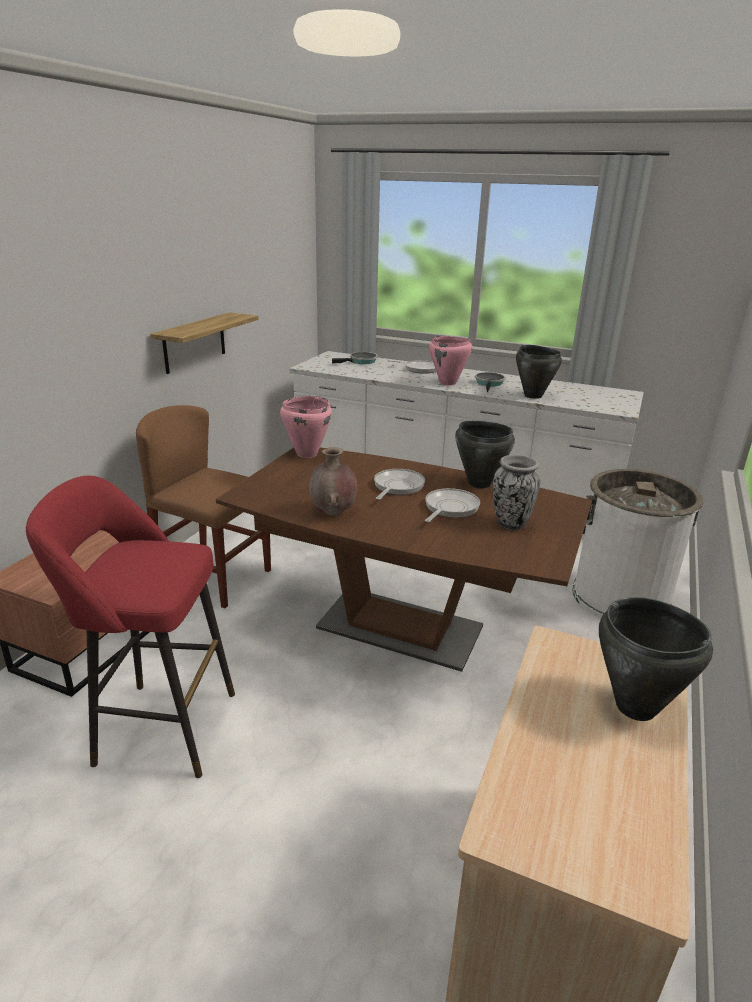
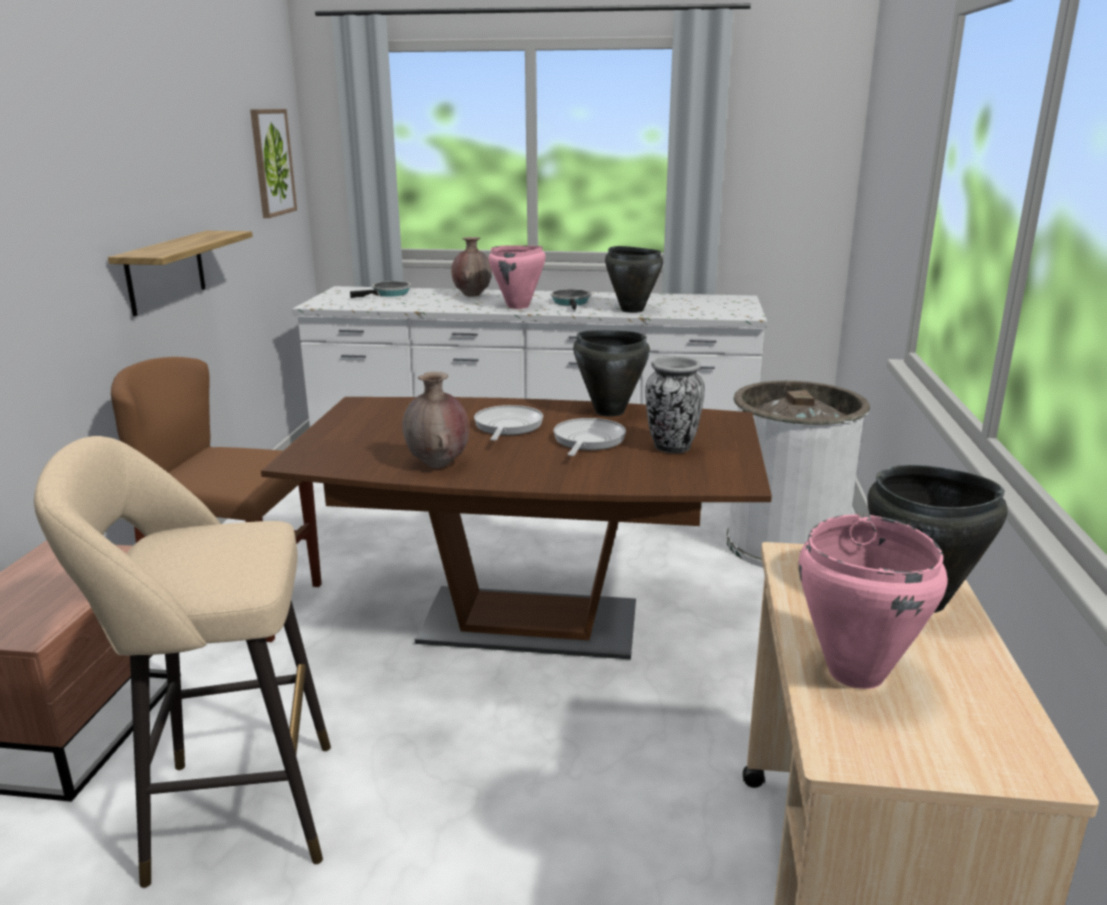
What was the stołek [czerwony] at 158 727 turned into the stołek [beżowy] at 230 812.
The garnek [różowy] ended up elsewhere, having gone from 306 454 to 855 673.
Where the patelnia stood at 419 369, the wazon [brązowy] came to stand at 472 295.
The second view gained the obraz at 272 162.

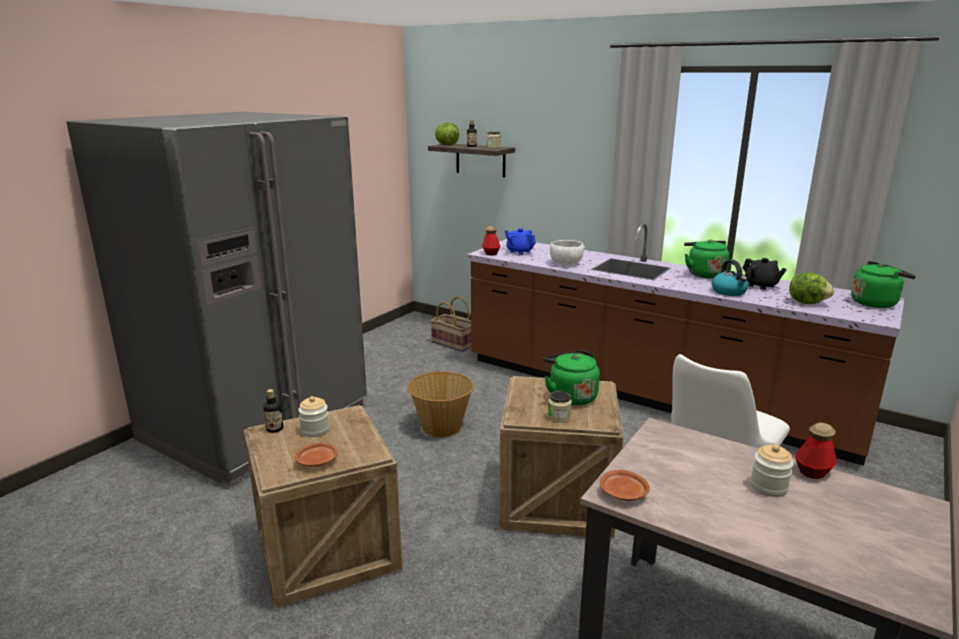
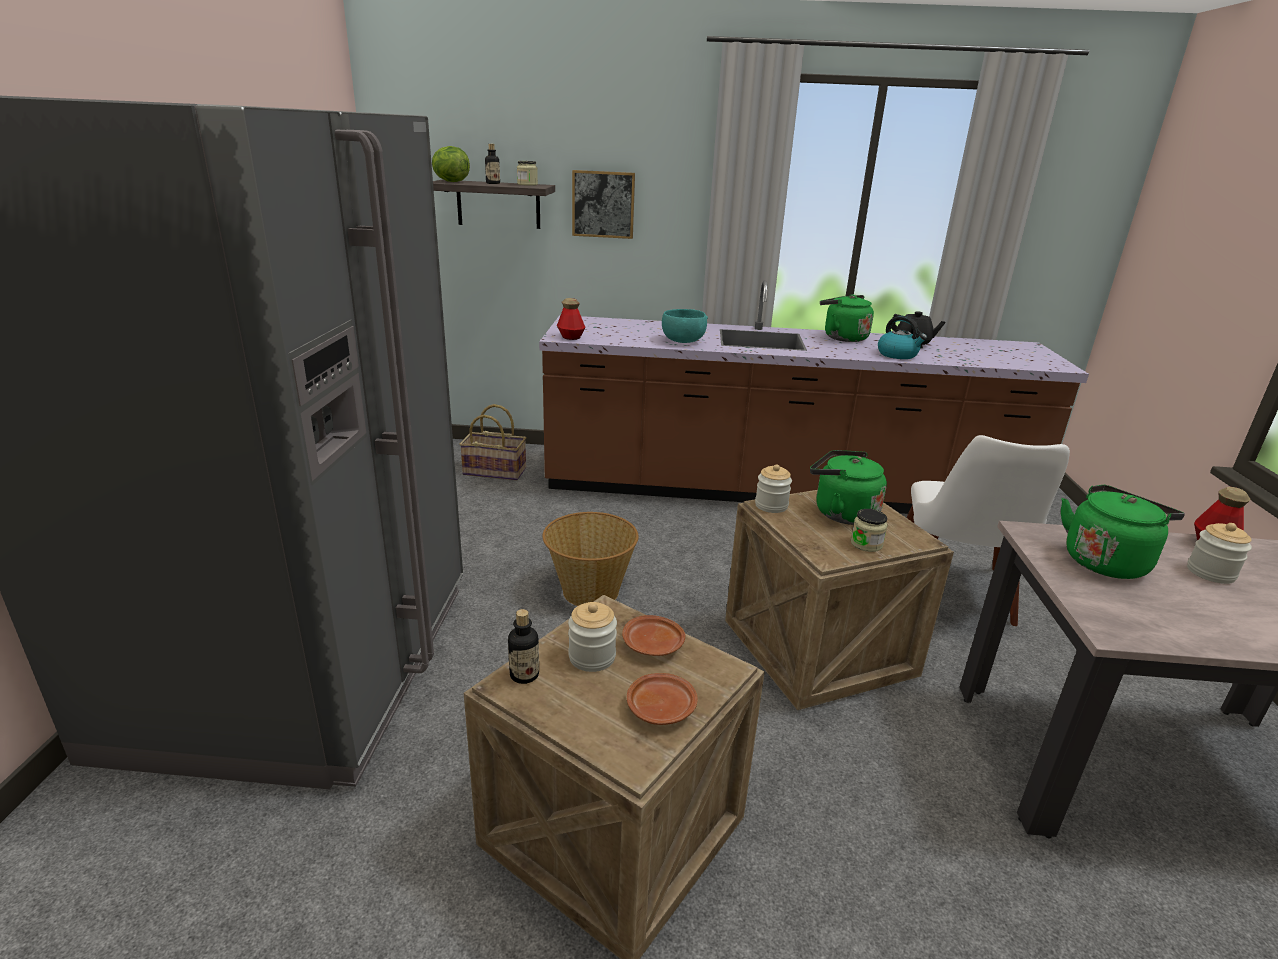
The second view lost the imbryk [niebieski] at 519 251.
What was the miska [biały] at 566 264 turned into the miska [turkusowy] at 683 341.
The talerz [brązowy] ended up elsewhere, having gone from 623 493 to 653 645.
The second view lost the sałata at 807 302.
The czajnik [zielony] ended up elsewhere, having gone from 875 303 to 1106 561.
The second view gained the obraz at 603 204.
The second view gained the słoik at 771 505.

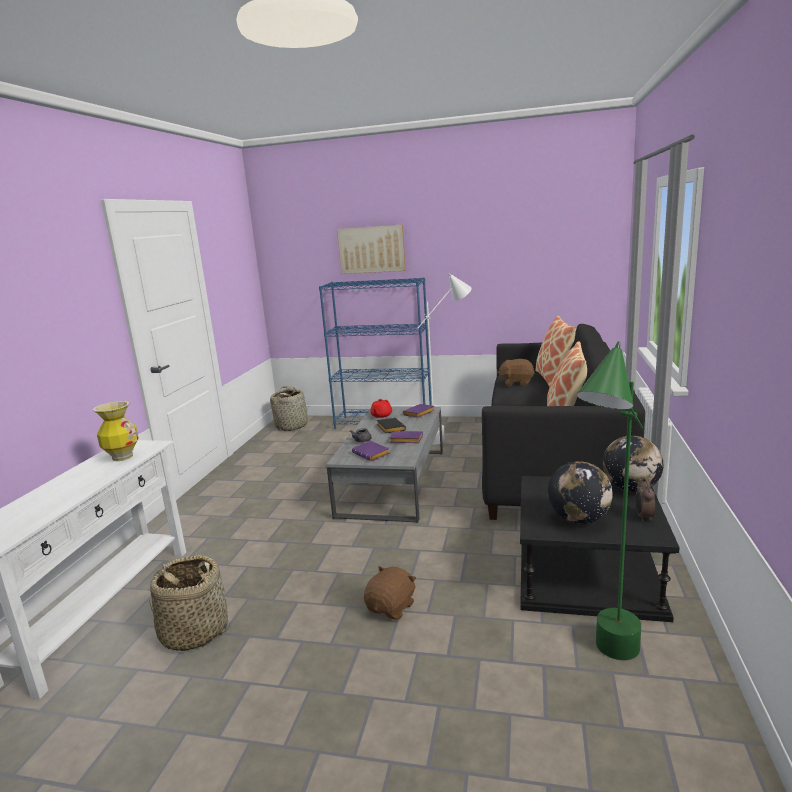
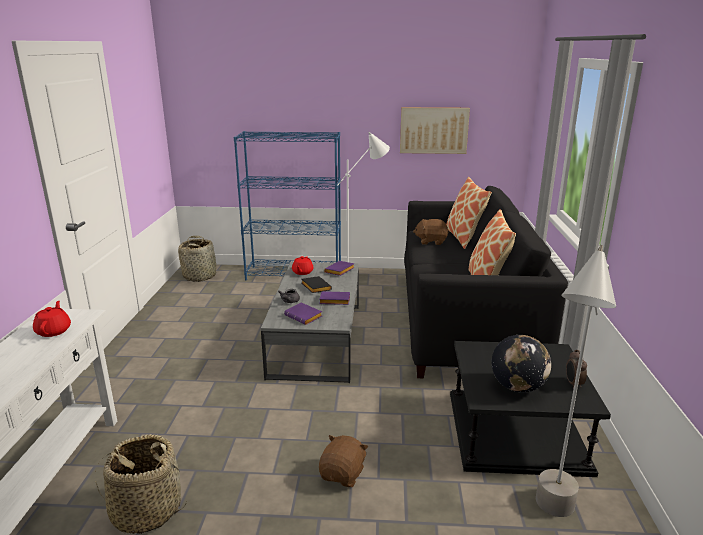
Where the wazon stood at 122 457, the imbryk [czerwony] came to stand at 54 331.
The obraz ended up elsewhere, having gone from 371 249 to 433 130.
What was the lampa stojąca [zielony] at 607 667 turned into the lampa stojąca [szary] at 550 525.
The second view lost the globus at 631 489.

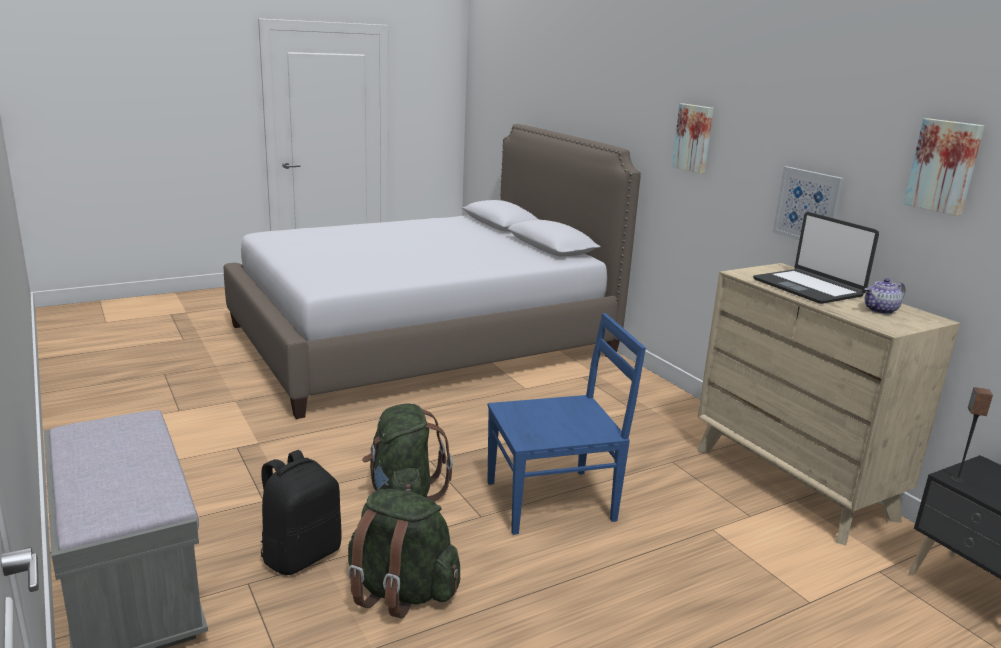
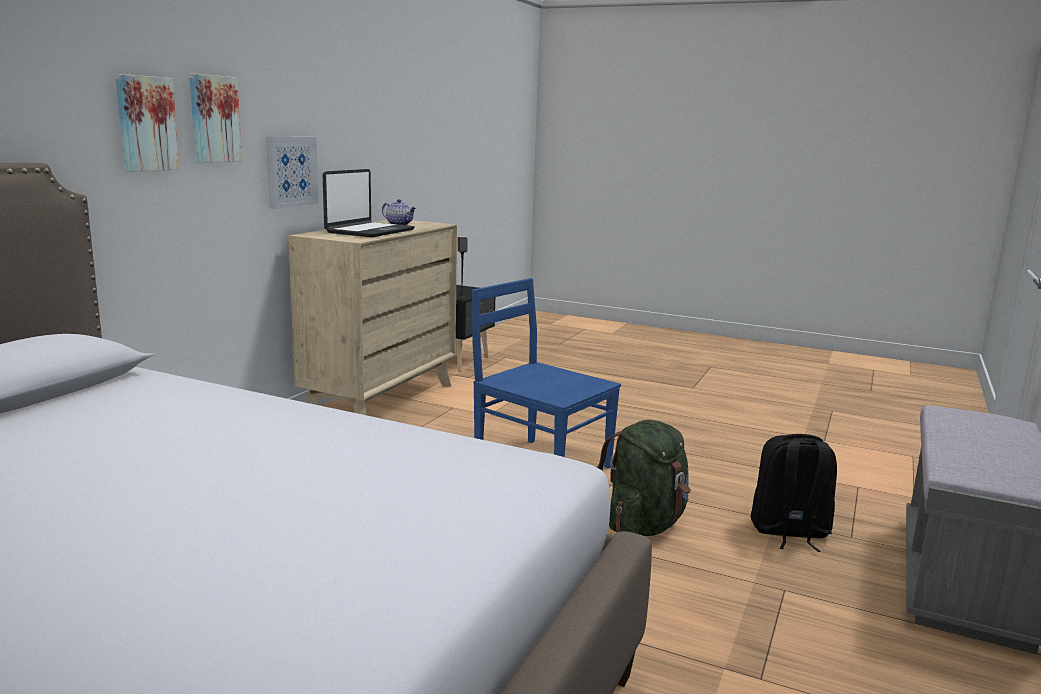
The second view lost the plecak [zielony] at 400 592.
The obraz ended up elsewhere, having gone from 944 166 to 213 119.

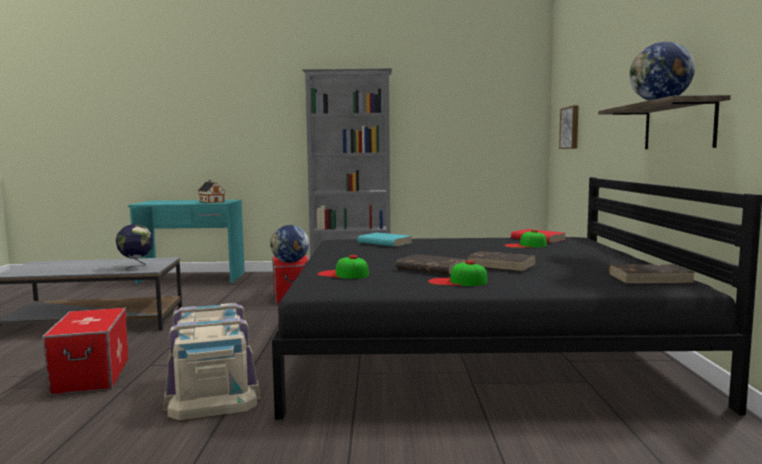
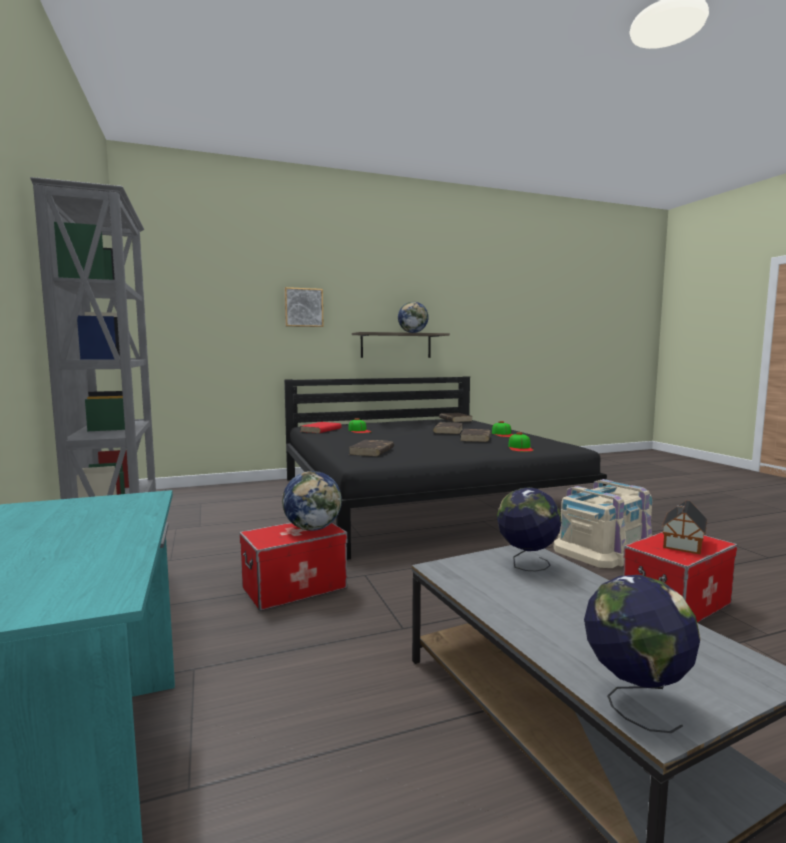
The domek ended up elsewhere, having gone from 211 201 to 682 544.
What was the książka [turkusowy] at 384 243 turned into the książka [brązowy] at 372 451.
The obraz ended up elsewhere, having gone from 570 128 to 303 307.
The second view gained the globus at 634 702.

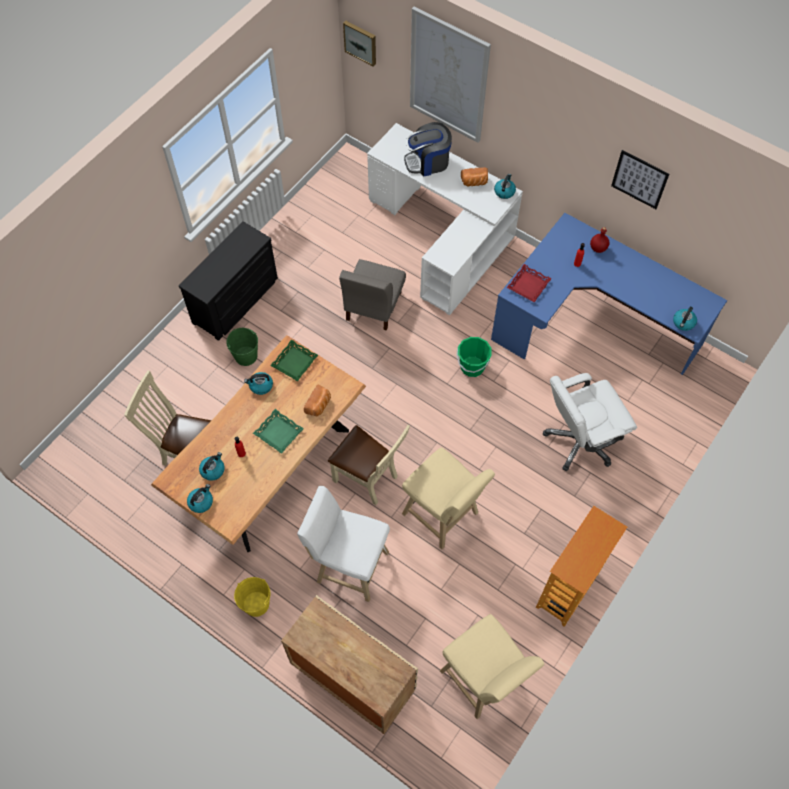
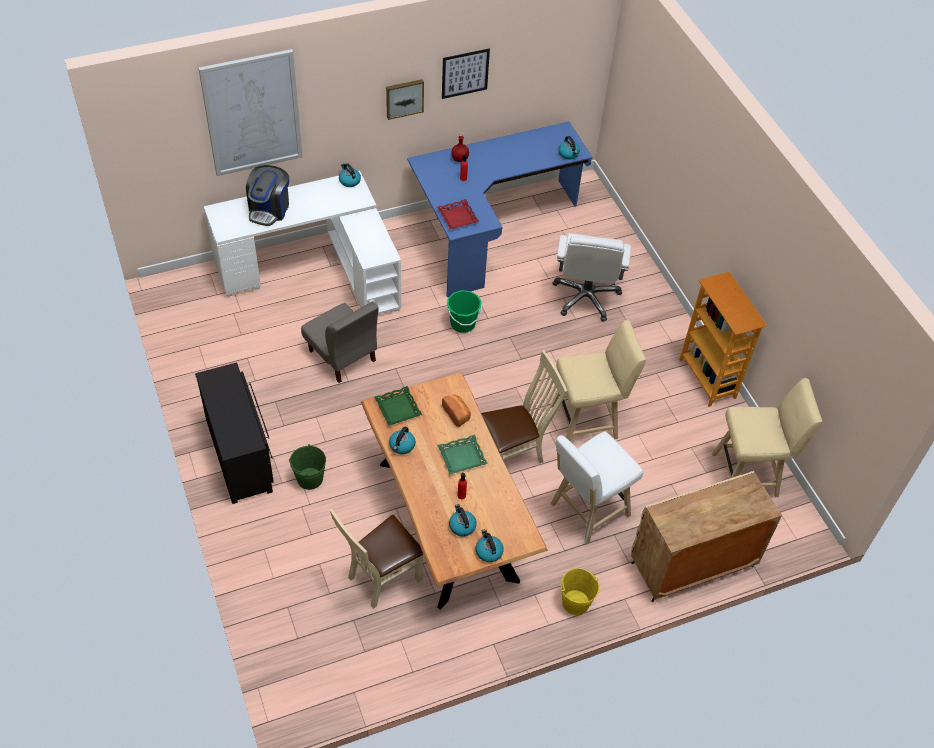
The obraz ended up elsewhere, having gone from 361 42 to 404 98.
The second view lost the chleb at 474 182.

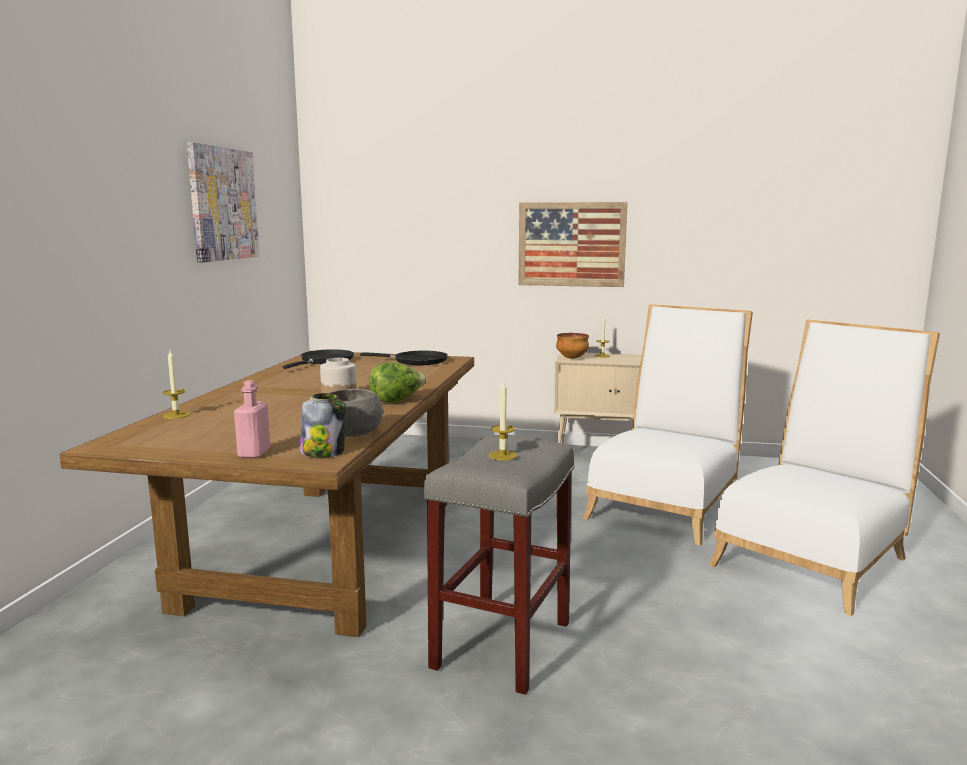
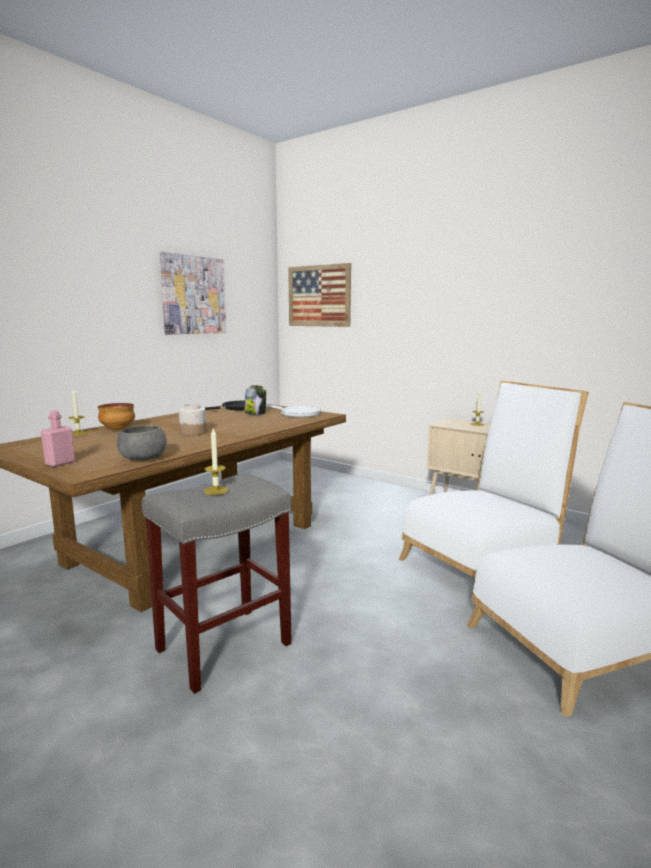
The słoik ended up elsewhere, having gone from 323 452 to 255 413.
What was the patelnia [czarny] at 416 361 turned into the patelnia [biały] at 297 414.
The second view lost the sałata at 397 401.
The obraz ended up elsewhere, having gone from 571 244 to 319 296.
The miska ended up elsewhere, having gone from 572 358 to 117 430.

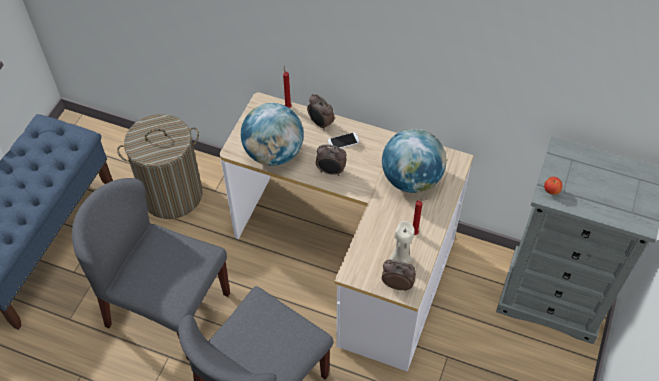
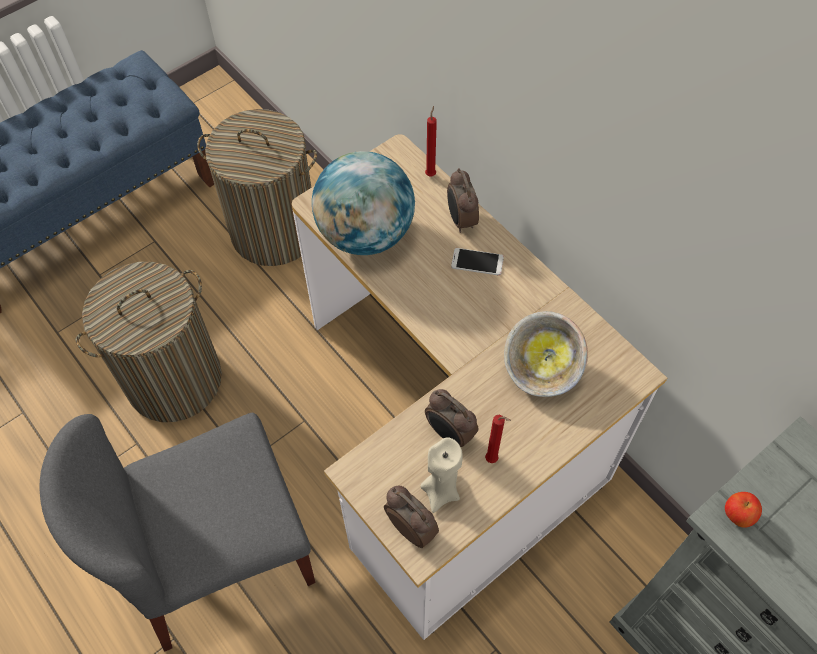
Where the krzesło [szary] stood at 167 309, the kosz na pranie came to stand at 174 379.
The budzik ended up elsewhere, having gone from 331 171 to 449 433.
Where the globus stood at 411 179, the miska came to stand at 542 370.

